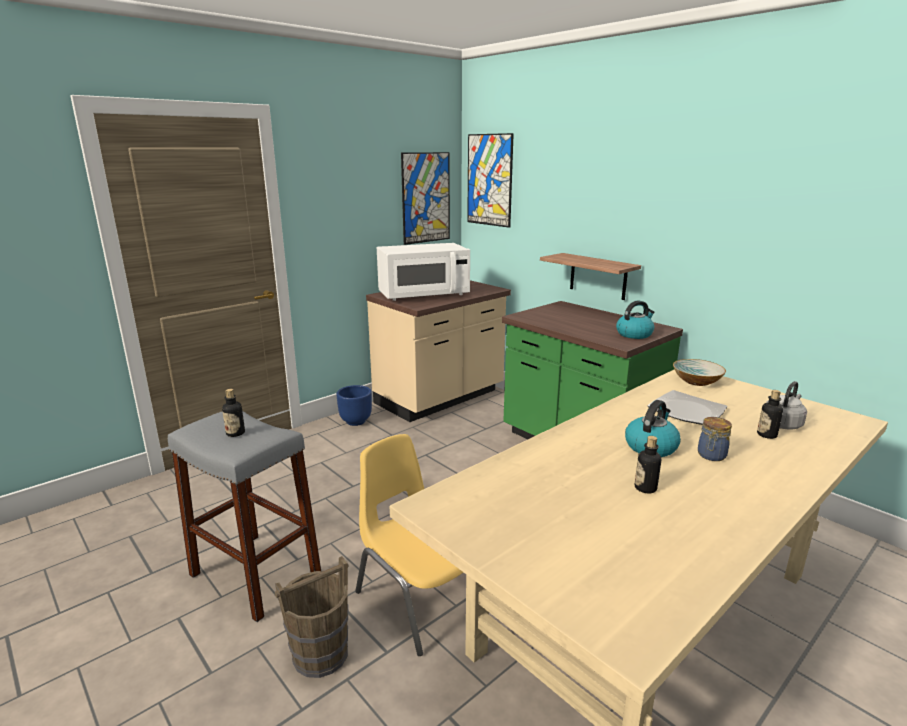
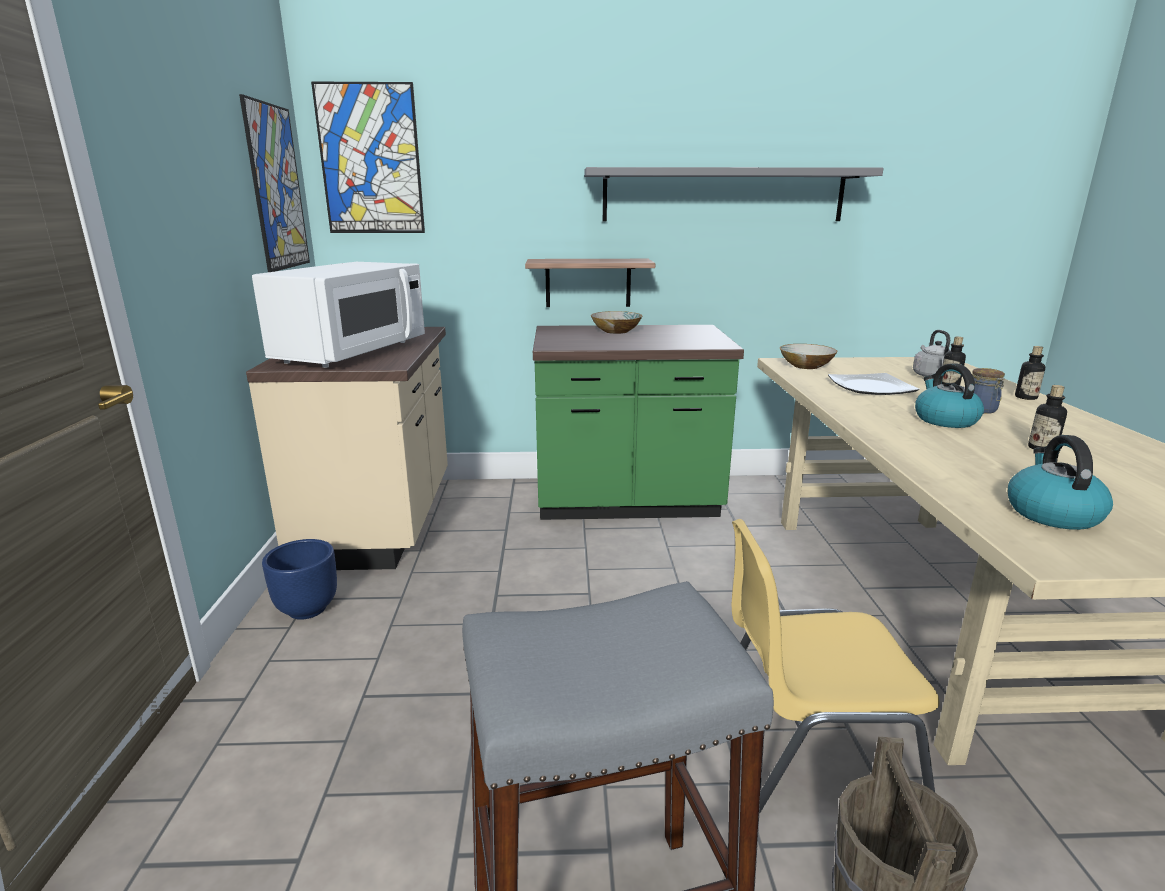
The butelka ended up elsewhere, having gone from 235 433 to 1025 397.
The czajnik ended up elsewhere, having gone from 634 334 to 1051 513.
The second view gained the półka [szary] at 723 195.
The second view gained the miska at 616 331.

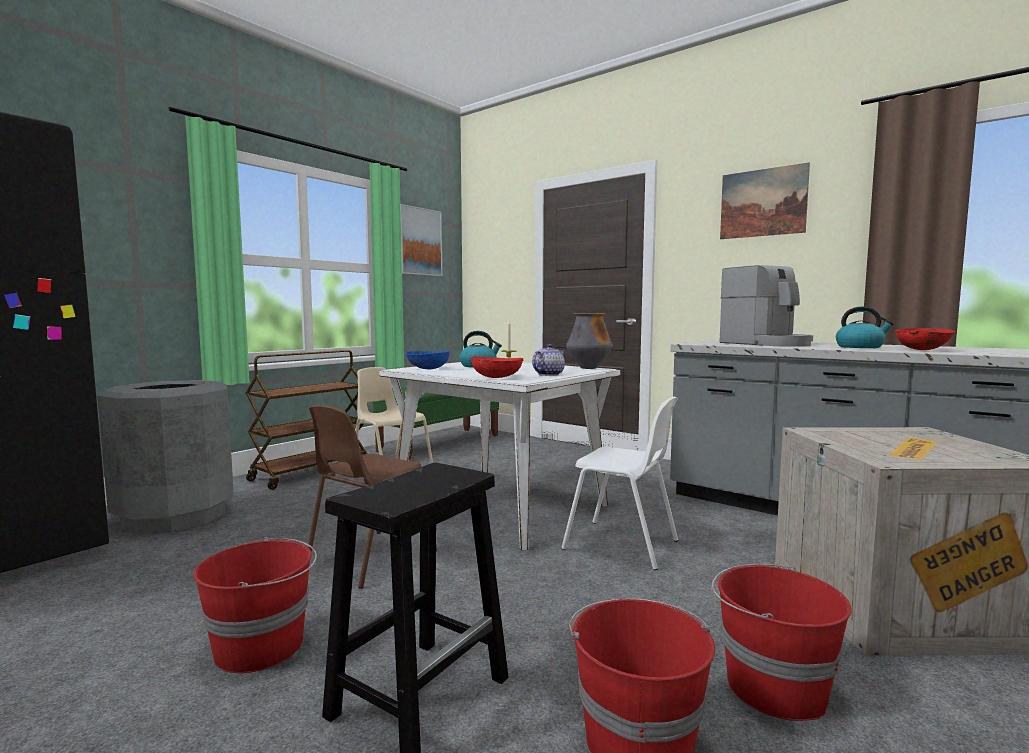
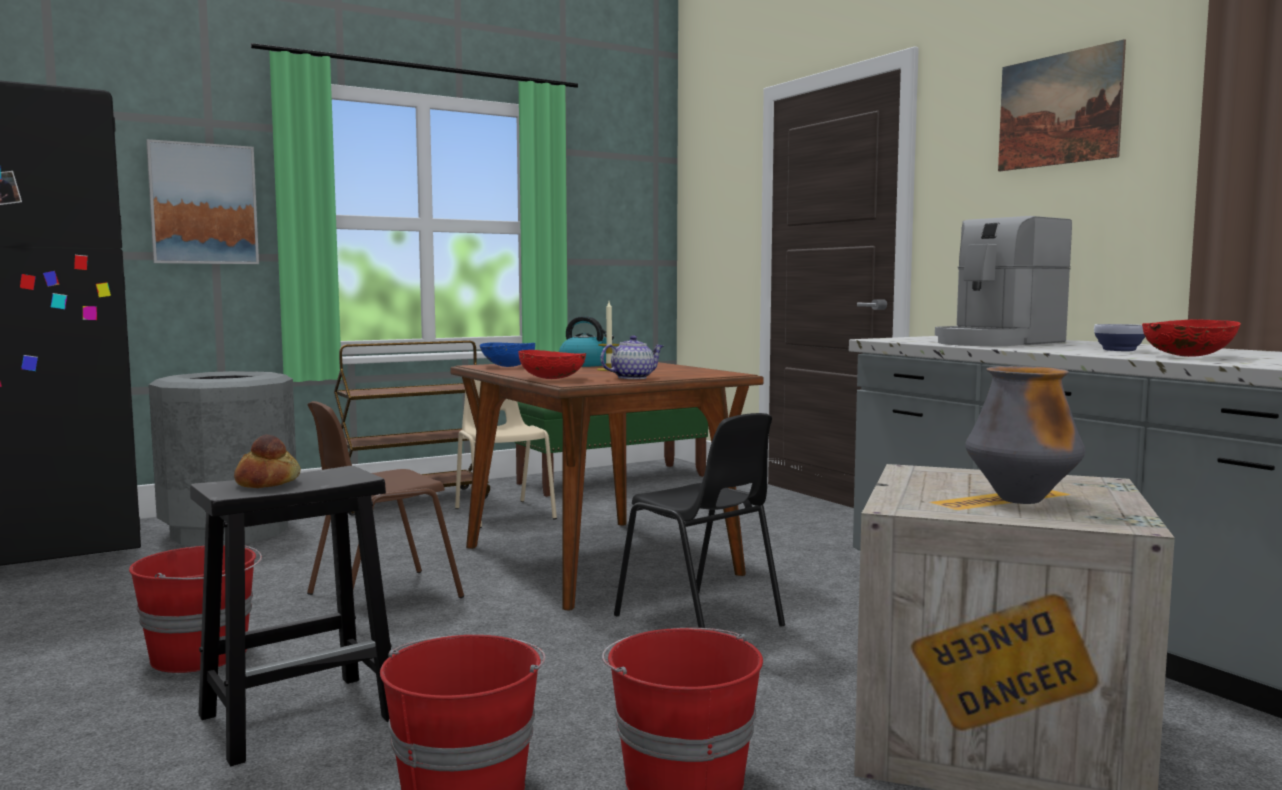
What was the stół jadalny [biały] at 500 506 turned into the stół jadalny [brązowy] at 598 560.
The obraz ended up elsewhere, having gone from 419 241 to 203 204.
What was the krzesło [biały] at 622 545 turned into the krzesło [czarny] at 700 621.
The wazon ended up elsewhere, having gone from 589 368 to 1021 500.
The ekspres do kawy at 766 344 ended up facing another way, 60 degrees clockwise from before.
Where the czajnik stood at 860 347, the miska came to stand at 1118 350.
The second view gained the chleb at 268 482.

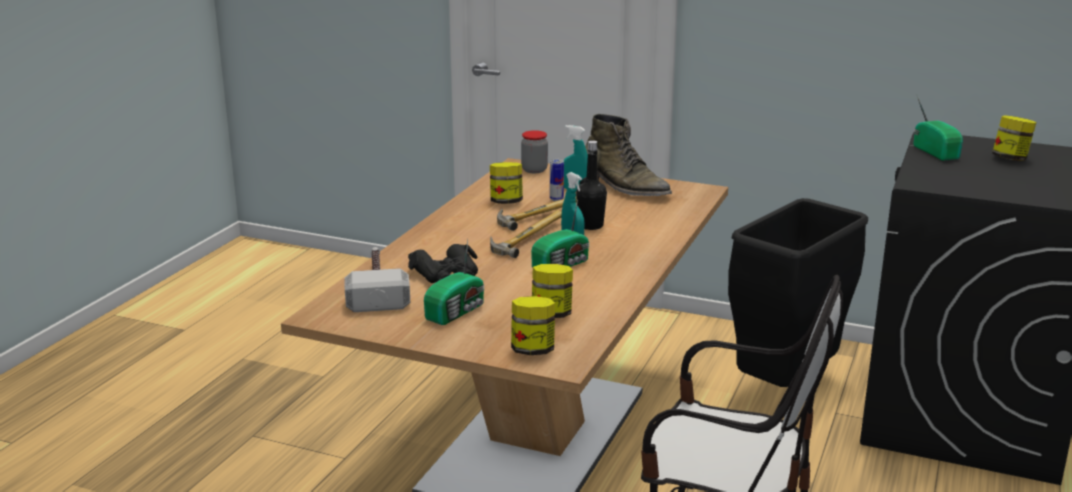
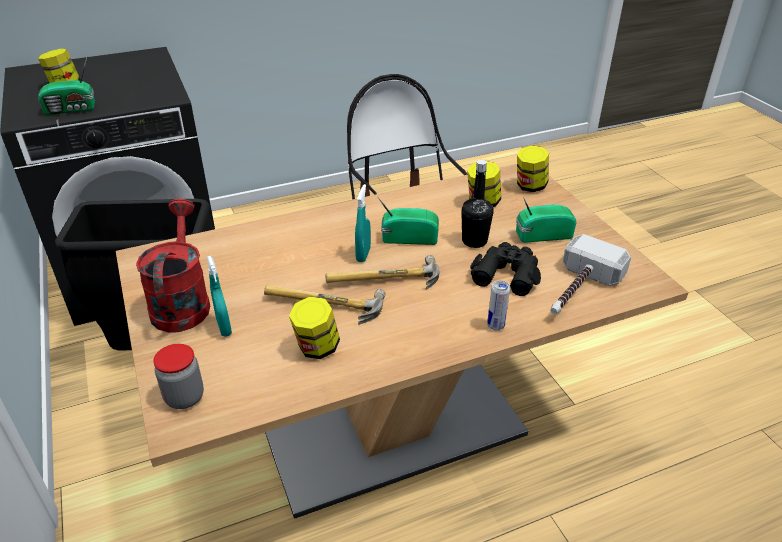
The puszka ended up elsewhere, having gone from 556 199 to 495 326.
The butelka [czarny] ended up elsewhere, having gone from 590 225 to 474 241.
Where the but z cholewką [zielony] stood at 624 187, the konewka [czerwony] came to stand at 182 302.
The radio at 936 152 ended up facing another way, 135 degrees counterclockwise from before.

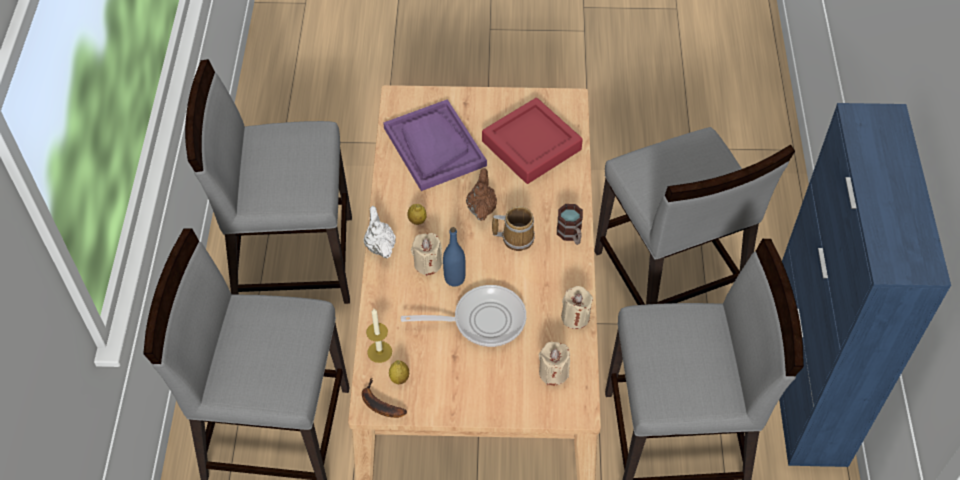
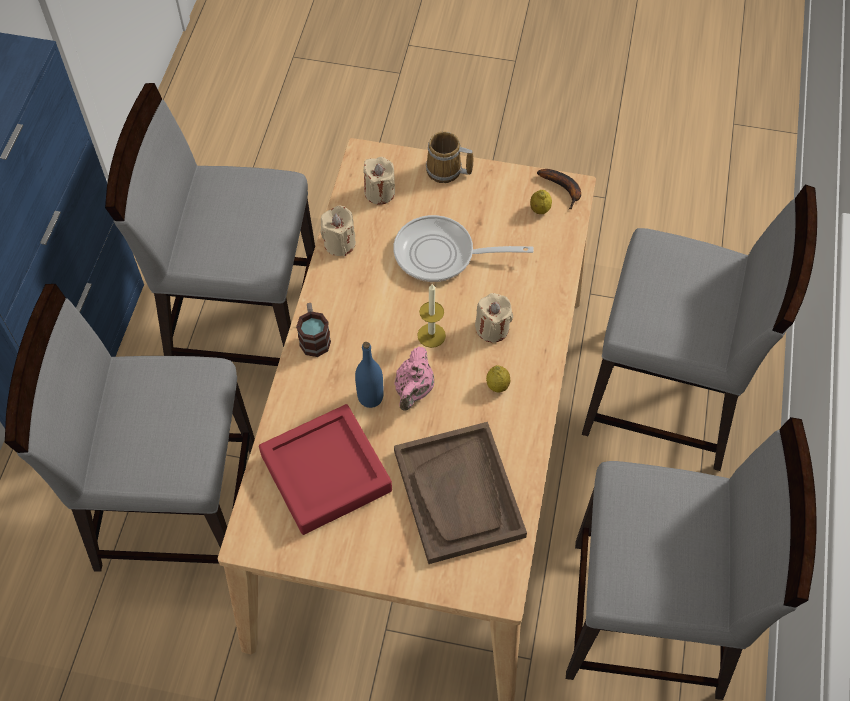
The second view lost the imbryk [biały] at 380 245.
The świeca ended up elsewhere, having gone from 379 352 to 431 335.
What was the taca [fioletowy] at 434 147 turned into the taca [brązowy] at 459 494.
The butelka [niebieski] ended up elsewhere, having gone from 454 278 to 370 397.
What was the imbryk [brązowy] at 481 208 turned into the imbryk [różowy] at 414 390.
The kubek ended up elsewhere, having gone from 515 237 to 446 171.
The krzesło [szary] at 667 279 ended up facing another way, 75 degrees counterclockwise from before.

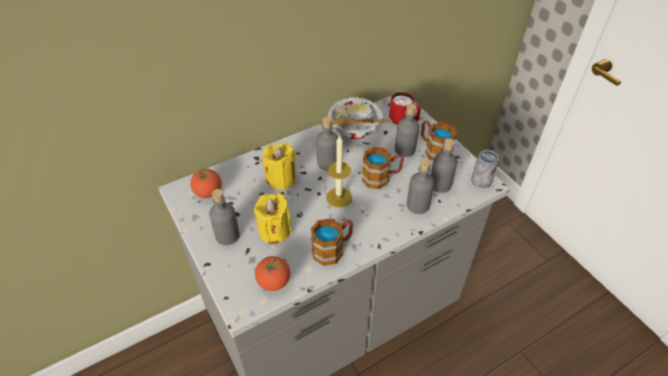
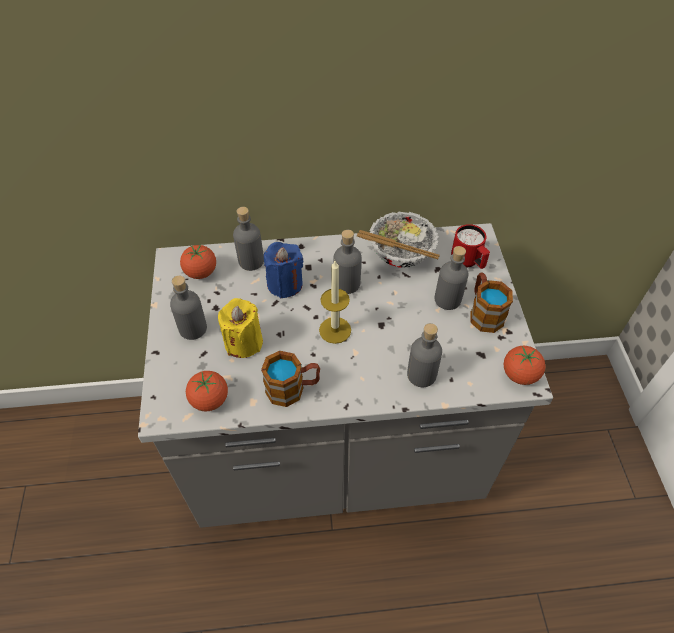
What was the świeca [żółty] at 281 178 turned into the świeca [niebieski] at 285 284.
The second view lost the kubek at 381 178.
The butelka [szary] ended up elsewhere, having gone from 440 184 to 251 261.
Where the puszka stood at 481 181, the pomidor came to stand at 519 374.

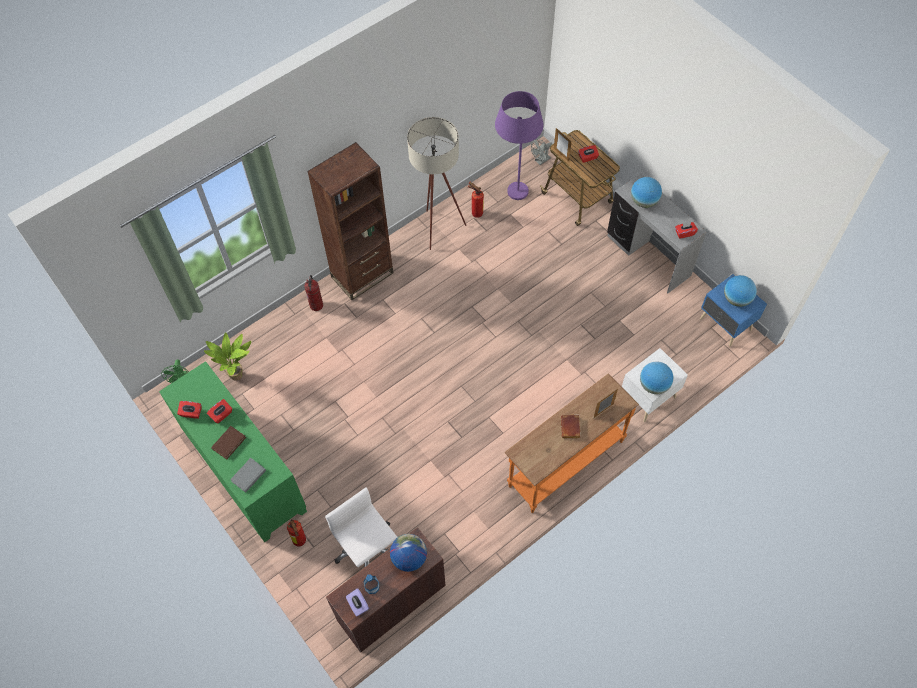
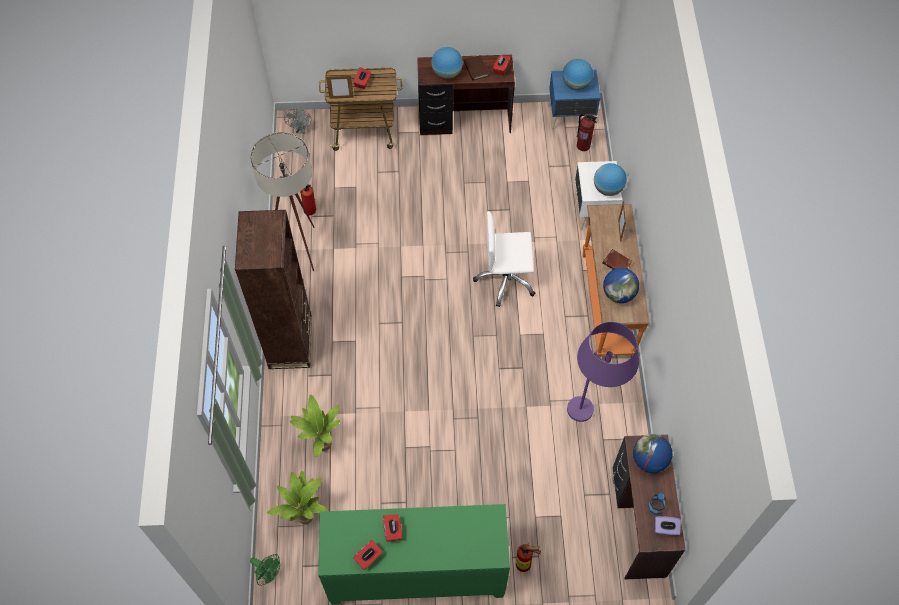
The książka [brązowy] ended up elsewhere, having gone from 229 443 to 476 69.
The second view lost the książka [szary] at 248 476.
The gaśnica ended up elsewhere, having gone from 316 305 to 583 145.
The krzesło biurowe [biały] ended up elsewhere, having gone from 368 550 to 506 279.
The lampa stojąca [fioletowy] ended up elsewhere, having gone from 514 200 to 589 420.
What was the biurko [szary] at 647 256 turned into the biurko [brązowy] at 465 122.
The second view gained the roślina doniczkowa at 321 446.
The second view gained the globus at 619 294.

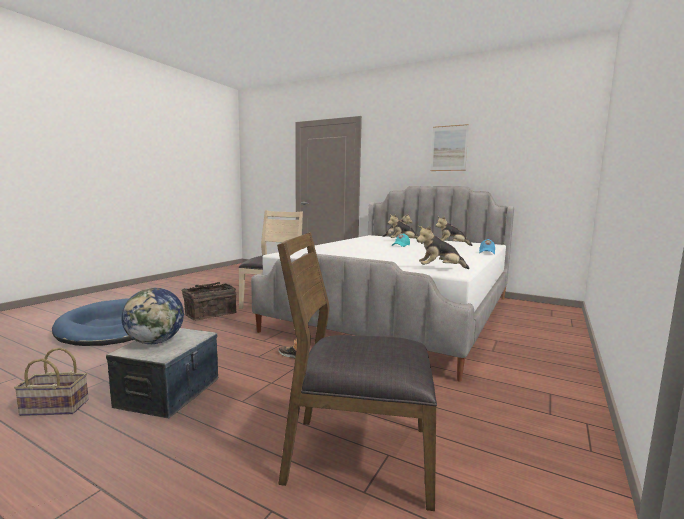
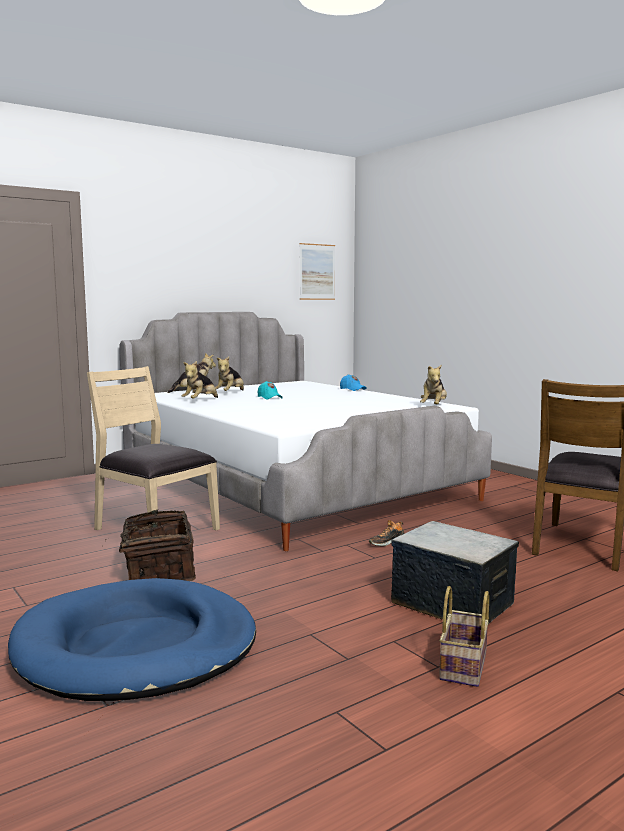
The second view lost the globus at 155 342.
The obraz ended up elsewhere, having gone from 449 148 to 317 272.
The pluszak ended up elsewhere, having gone from 451 245 to 200 401.

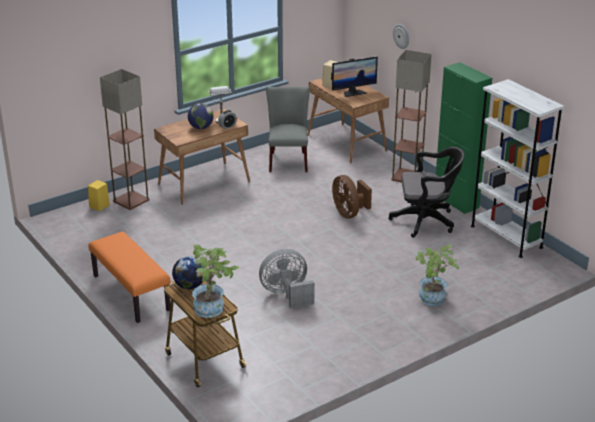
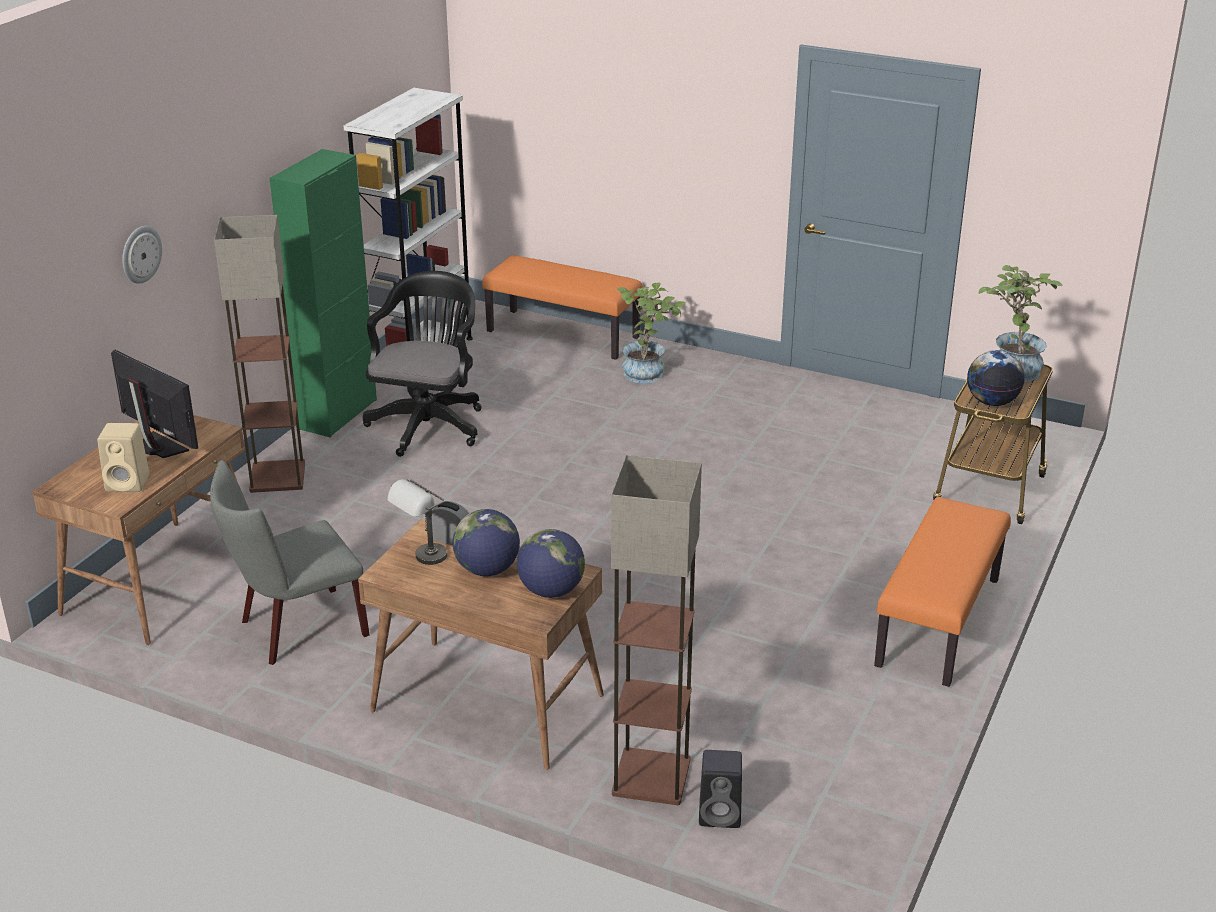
What was the głośnik [żółty] at 99 207 turned into the głośnik [czarny] at 721 814.
The second view lost the wentylator [szary] at 287 295.
The second view lost the wentylator [brązowy] at 349 213.
The krzesło biurowe [czarny] at 426 221 ended up facing another way, 45 degrees clockwise from before.
The second view gained the ławka [pomarańczowy] at 563 334.
The second view gained the globus at 551 591.

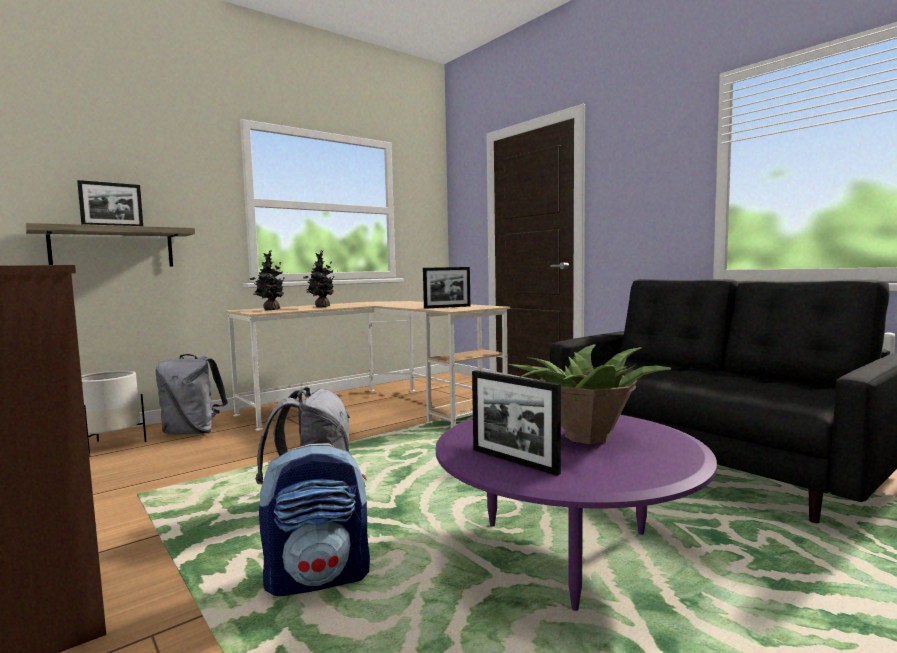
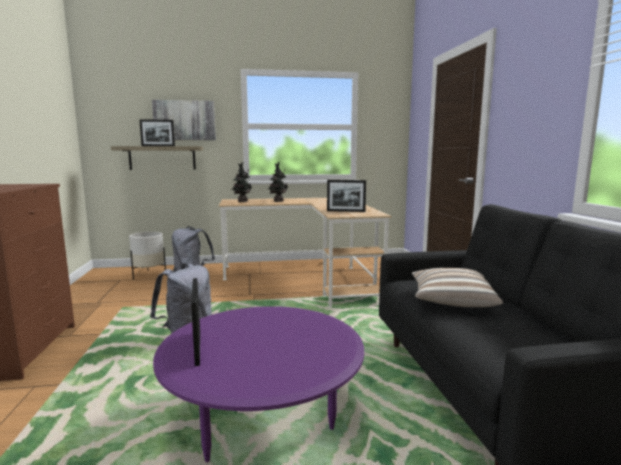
The second view lost the plecak at 319 578.
The second view lost the roślina doniczkowa at 585 437.
The second view gained the obraz at 185 120.
The second view gained the poduszka at 451 301.

